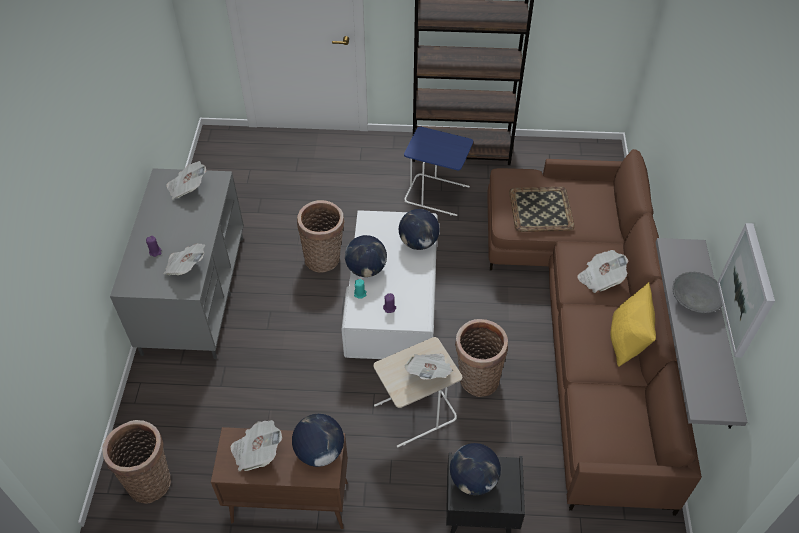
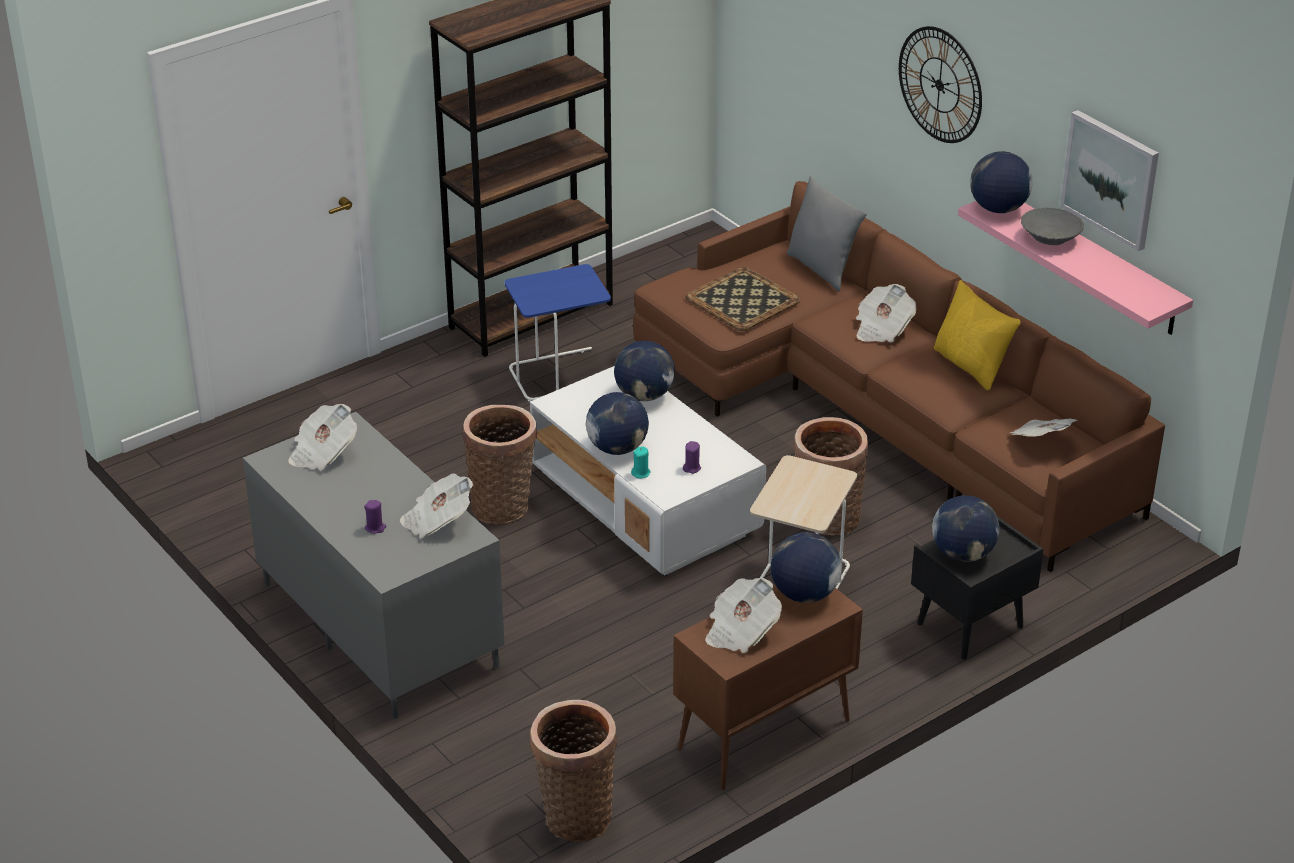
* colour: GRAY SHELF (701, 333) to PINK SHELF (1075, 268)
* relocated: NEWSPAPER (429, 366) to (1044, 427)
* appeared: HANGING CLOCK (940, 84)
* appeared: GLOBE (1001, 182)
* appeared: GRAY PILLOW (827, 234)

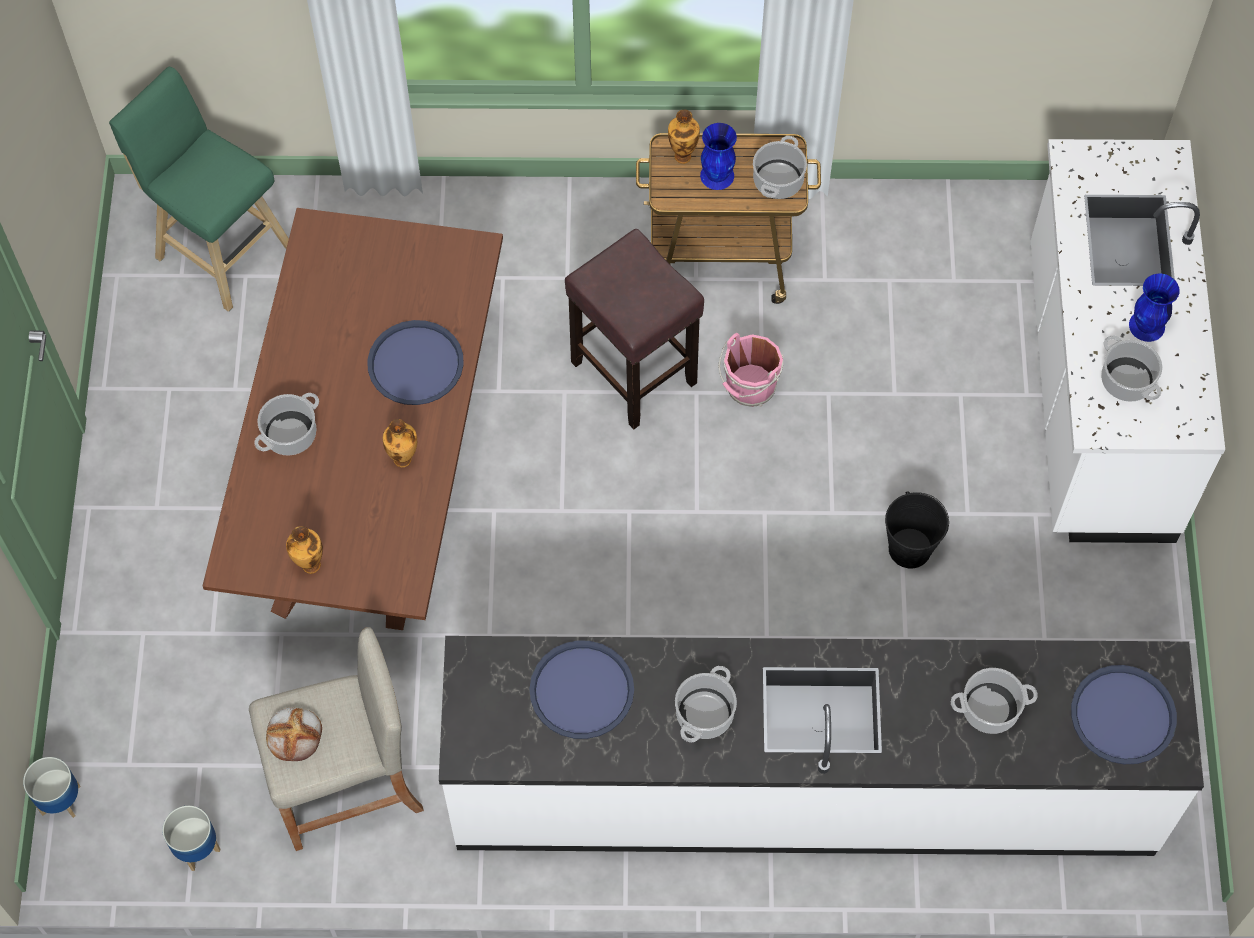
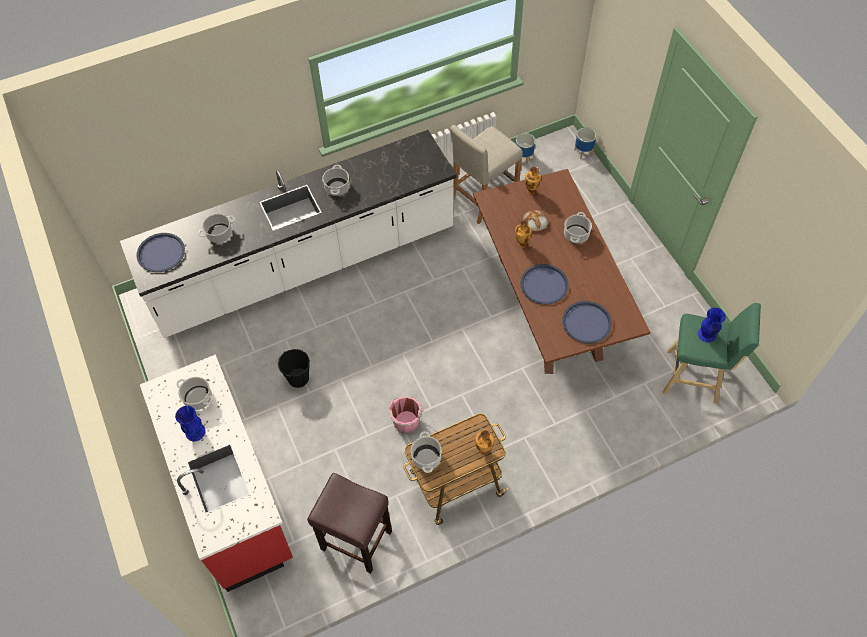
* relocated: BLUISH FLOWER VASE (718, 156) to (712, 325)
* colour: WHITISH KITCHEN BASE UNIT (1128, 341) to REDDISH KITCHEN BASE UNIT (216, 473)
* relocated: BROWN-COLOURED SITTING STOOL (634, 329) to (349, 523)
* relocated: BLUISH TRAY (581, 690) to (587, 322)
* relocated: BREAD (294, 734) to (535, 221)

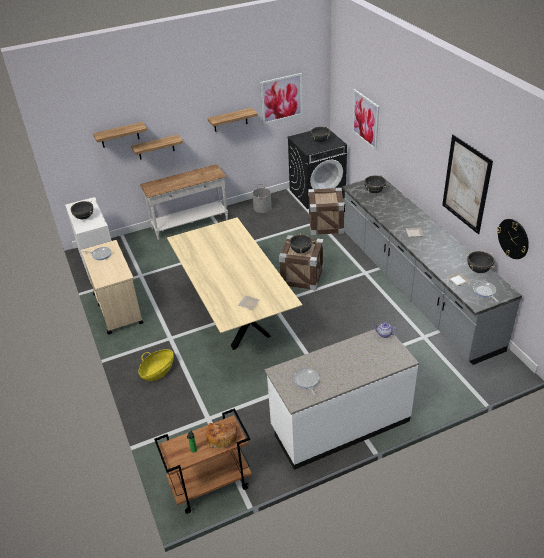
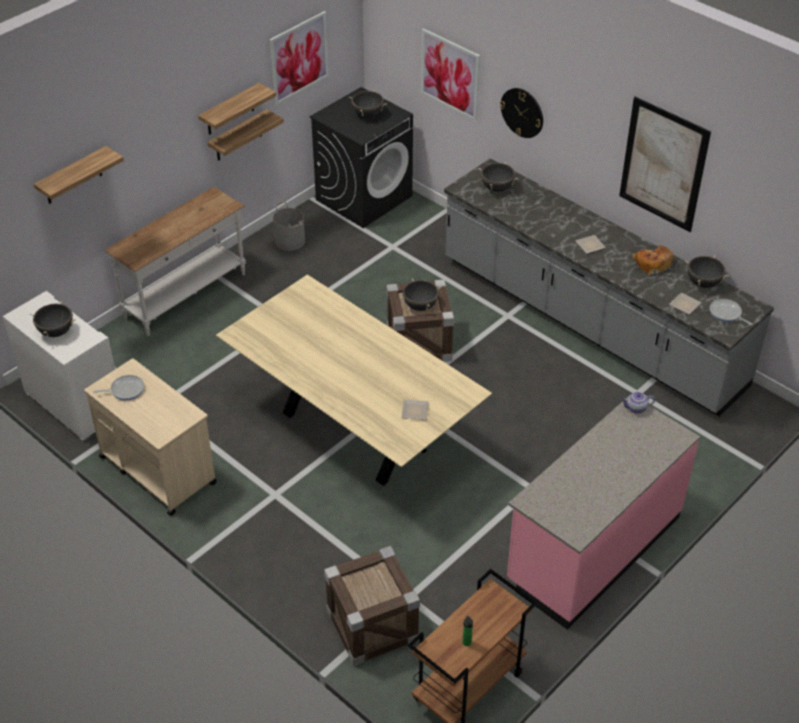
* relocated: SHELF (157, 147) to (246, 135)
* relocated: SHIPPING CRATE (326, 211) to (372, 606)
* relocated: HANGING CLOCK (513, 239) to (521, 113)
* colour: WHITISH KITCHEN BASE UNIT (342, 399) to PINK KITCHEN BASE UNIT (603, 512)
* missing: BASKET (156, 365)
* missing: SKILLET (306, 382)
* relocated: BREAD (221, 435) to (652, 260)

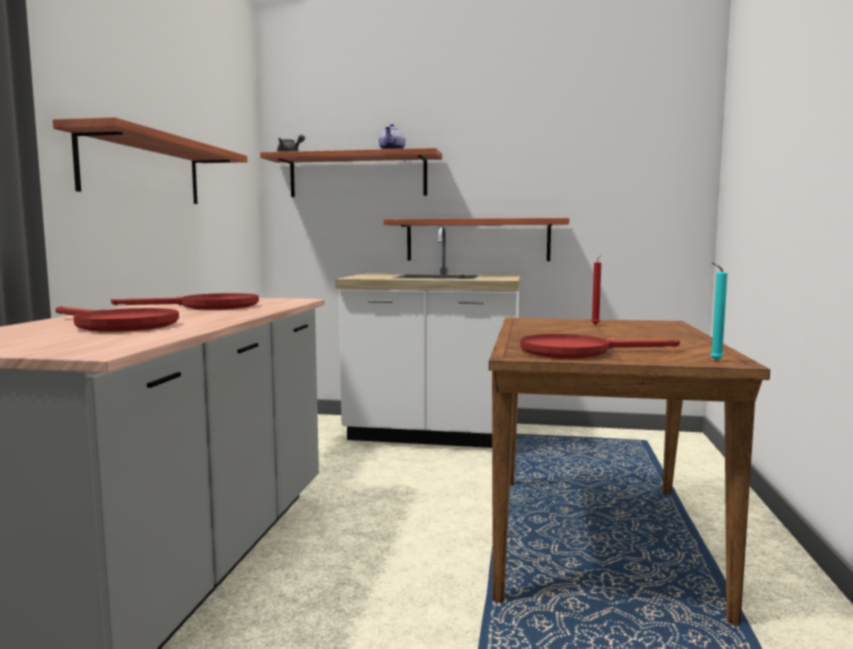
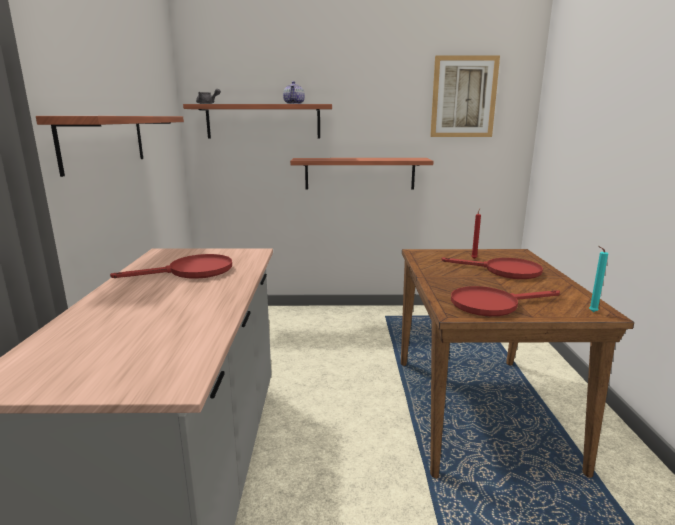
* missing: WHITISH KITCHEN BASE UNIT (428, 336)
* relocated: REDDISH SKILLET (117, 319) to (492, 268)
* appeared: PICTURE (465, 96)

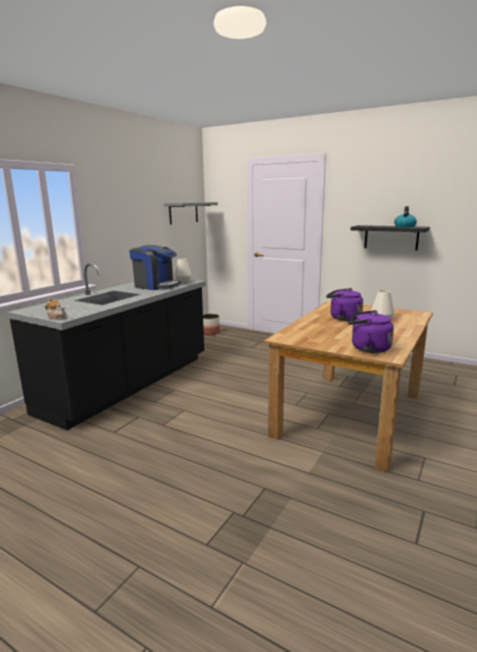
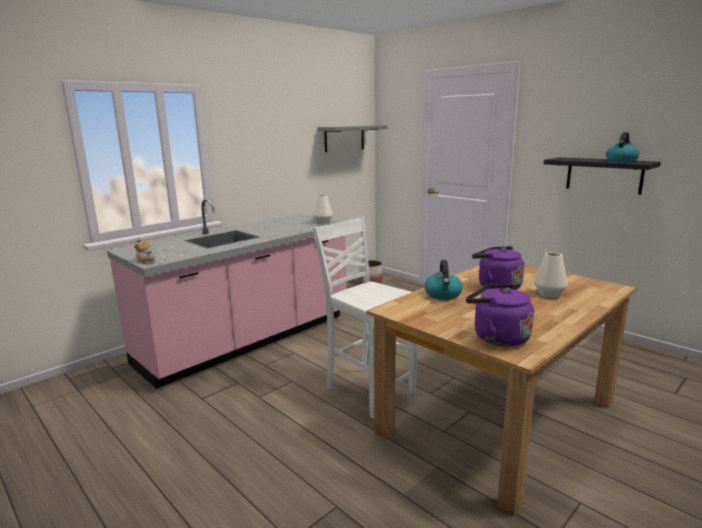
* missing: COFFEE MACHINE (155, 267)
* colour: BLACK KITCHEN BASE UNIT (106, 346) to PINK KITCHEN BASE UNIT (226, 293)
* appeared: WHITISH PLAIN CHAIR (365, 318)
* appeared: WATER KETTLE (444, 280)

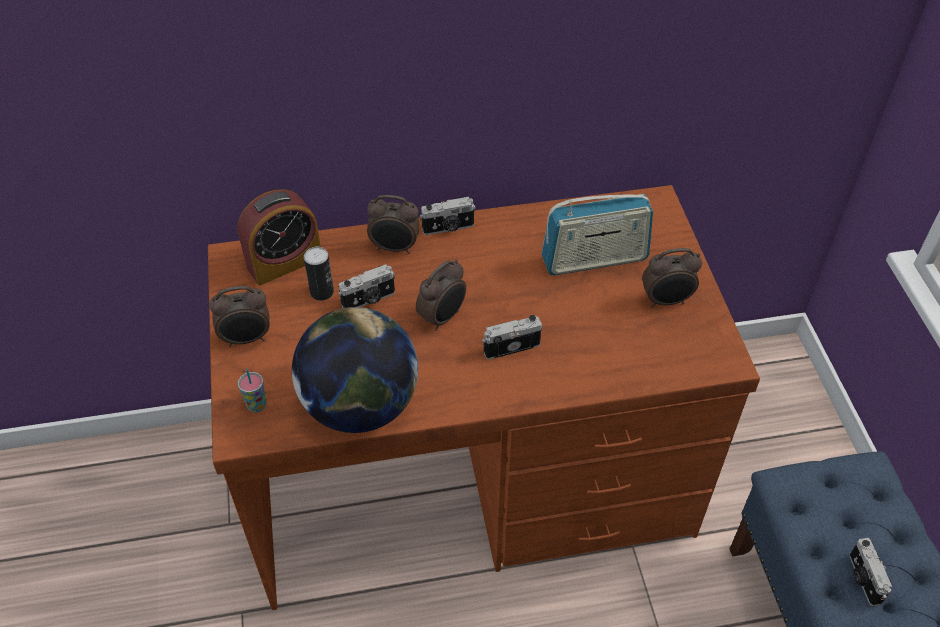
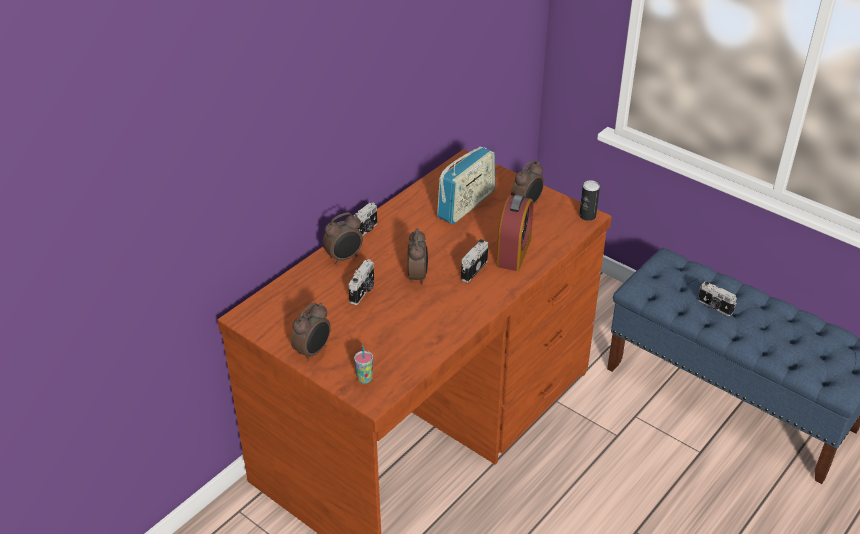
* relocated: ALARM CLOCK (279, 237) to (515, 232)
* relocated: METAL CAN (319, 274) to (589, 200)
* missing: GLOBE (355, 370)

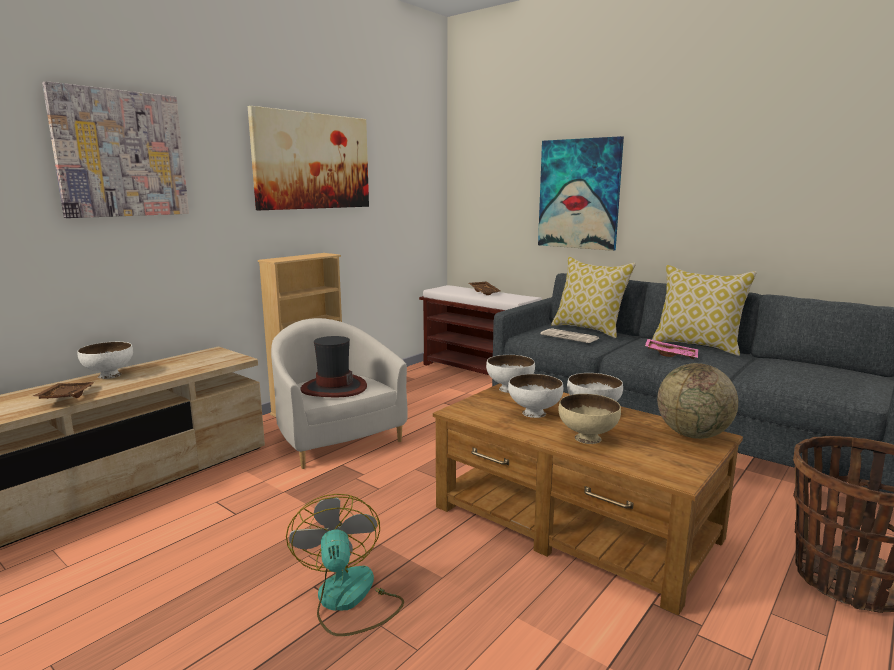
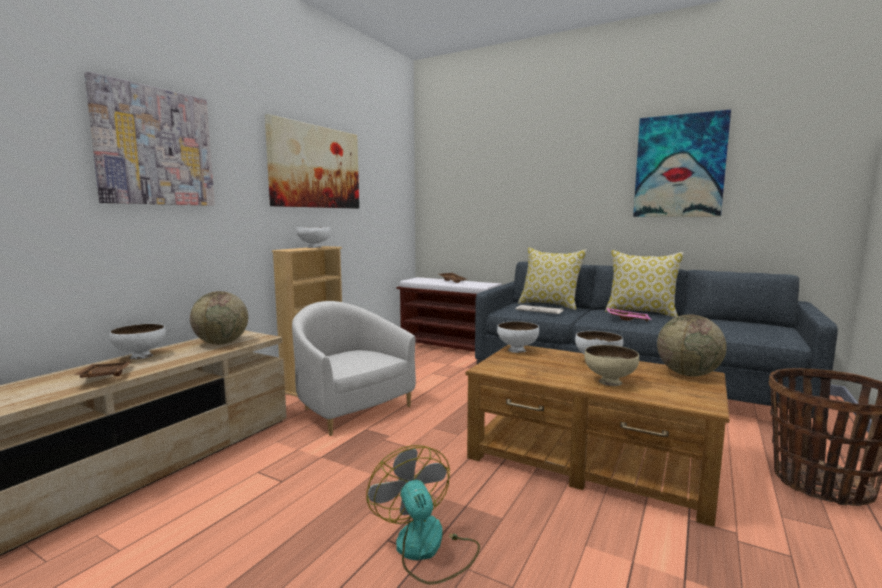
* relocated: PICTURE (581, 193) to (682, 163)
* missing: CLOTHING HAT (333, 366)
* relocated: WHITISH BOWL (535, 396) to (314, 237)
* appeared: GLOBE (219, 317)

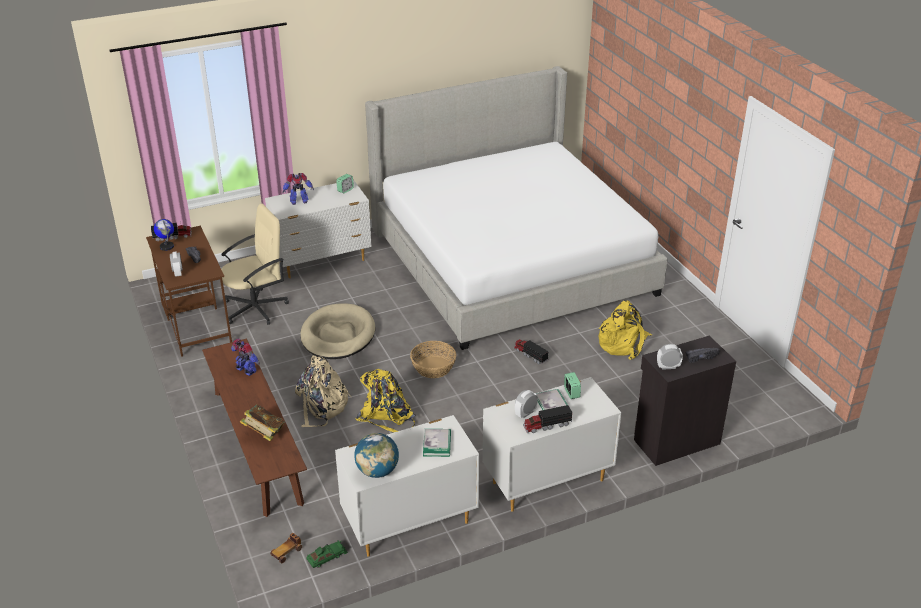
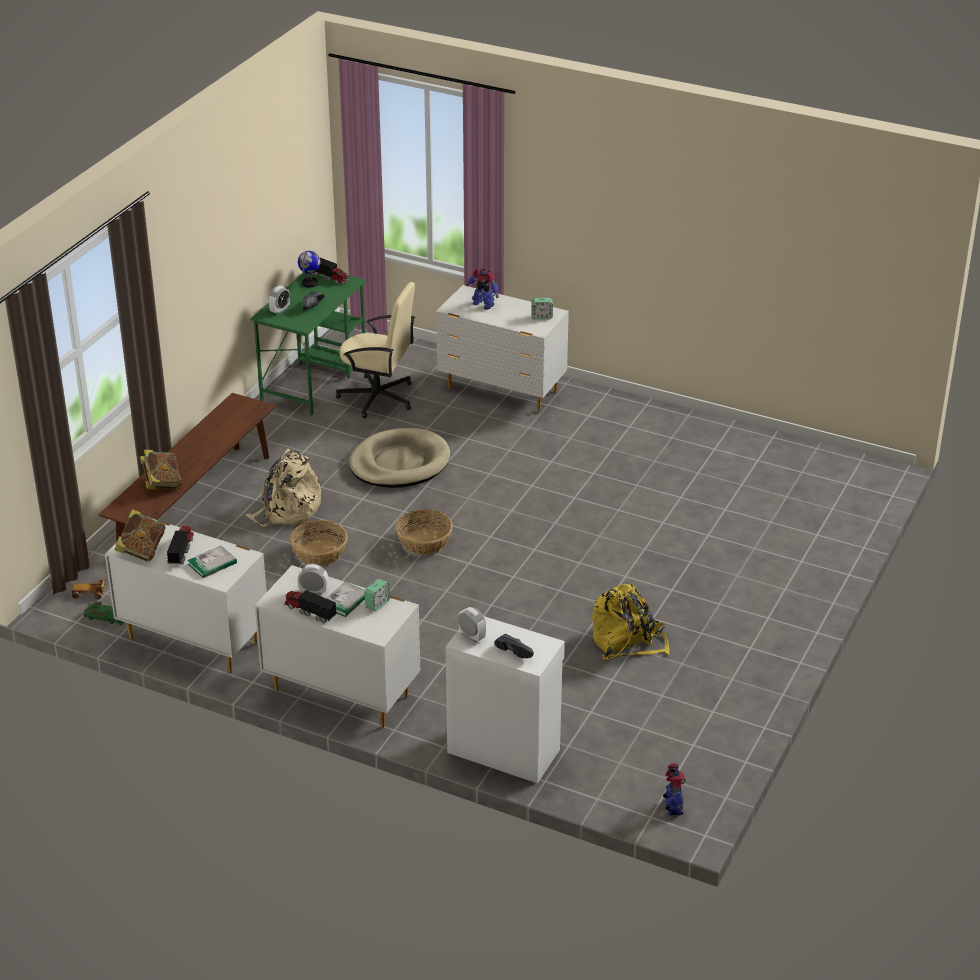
* missing: BEDROOM BED (516, 208)
* colour: BROWN-COLOURED DESK (189, 291) to GREEN DESK (308, 344)
* colour: BLACK CABINET (685, 401) to WHITISH CABINET (505, 699)
* relocated: ROBOT FIGURE (245, 357) to (674, 789)
* relocated: TOY LORRY (531, 352) to (180, 545)
* exchanged: YELLOW-COLOURED KNAPSACK (385, 400) to BASKET (319, 543)
* exchanged: GLOBE (376, 455) to VOLUME (140, 535)

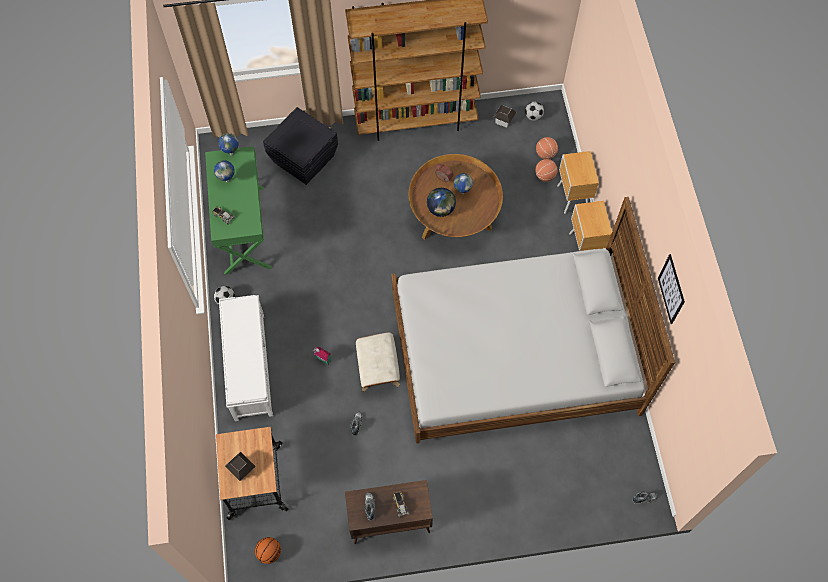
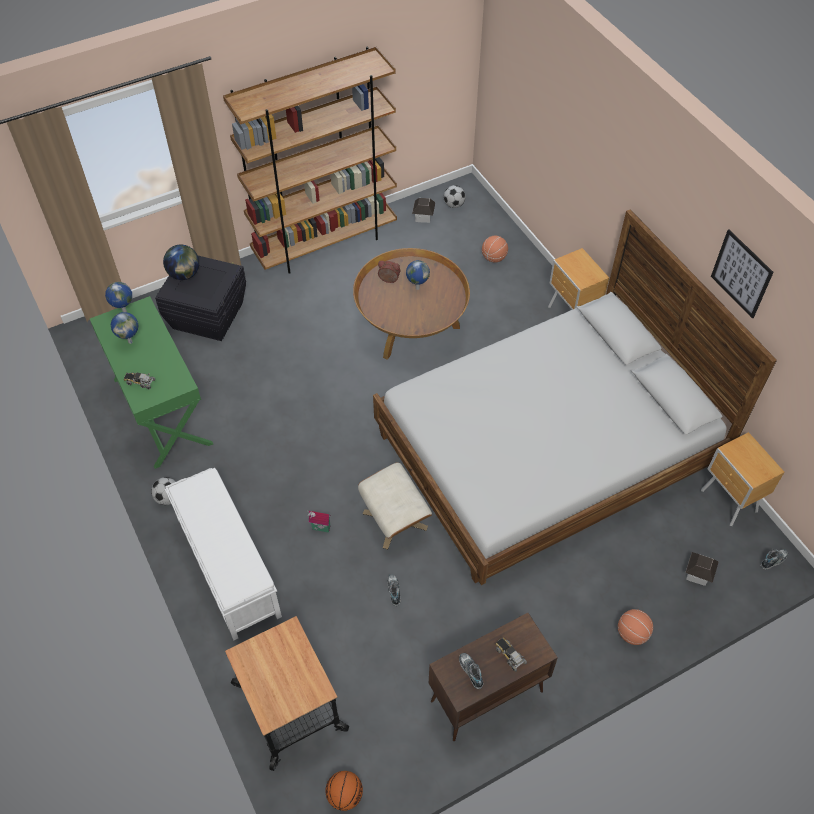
* relocated: BASKETBALL (547, 148) to (635, 627)
* relocated: BROWN-COLOURED NIGHTSTAND (578, 182) to (742, 479)
* relocated: GLOBE (441, 202) to (181, 262)
* relocated: MINIATURE HOUSE (240, 466) to (702, 569)

